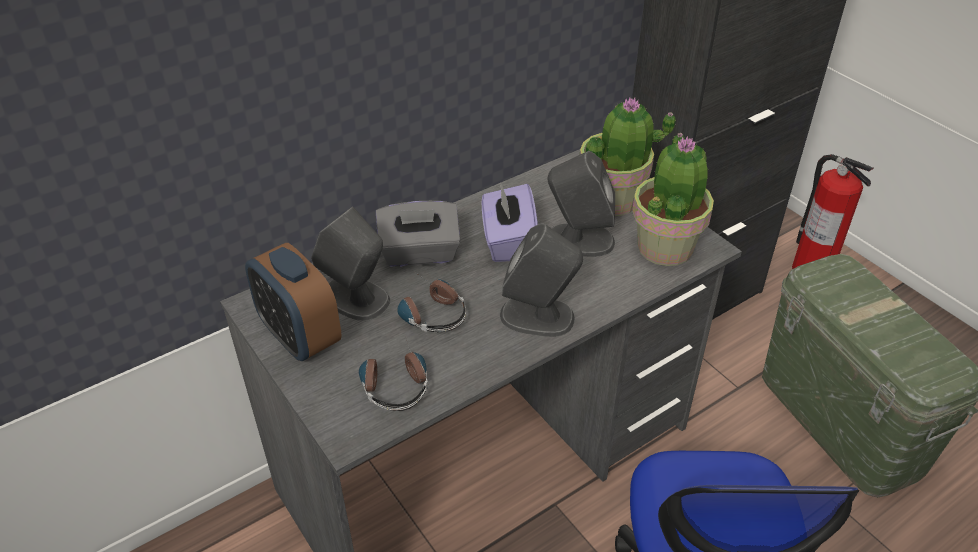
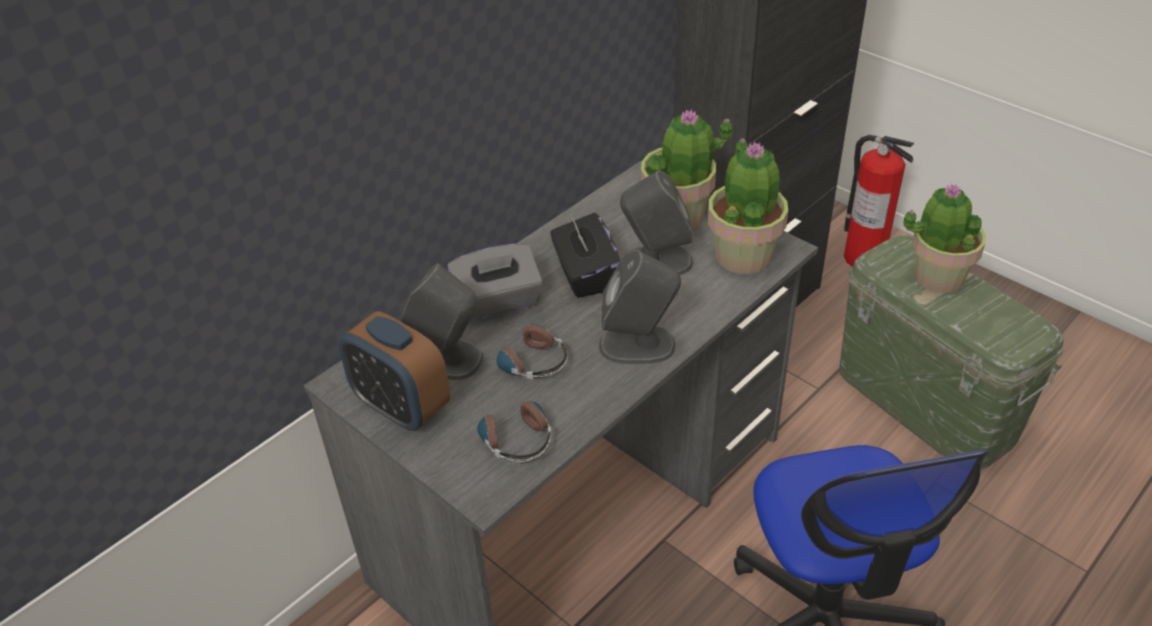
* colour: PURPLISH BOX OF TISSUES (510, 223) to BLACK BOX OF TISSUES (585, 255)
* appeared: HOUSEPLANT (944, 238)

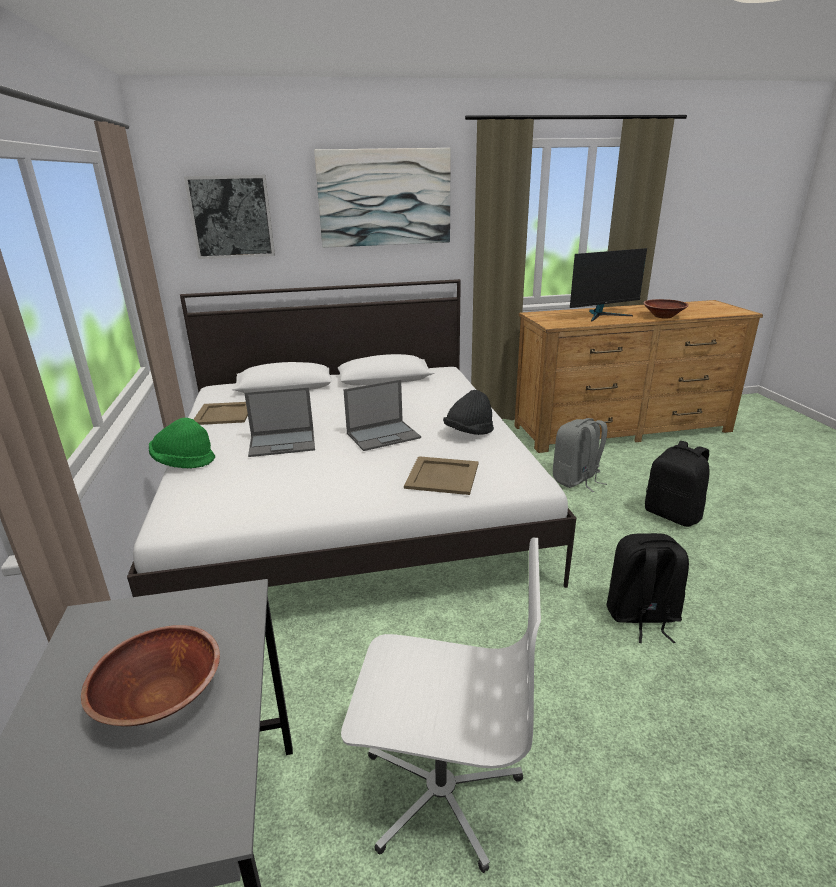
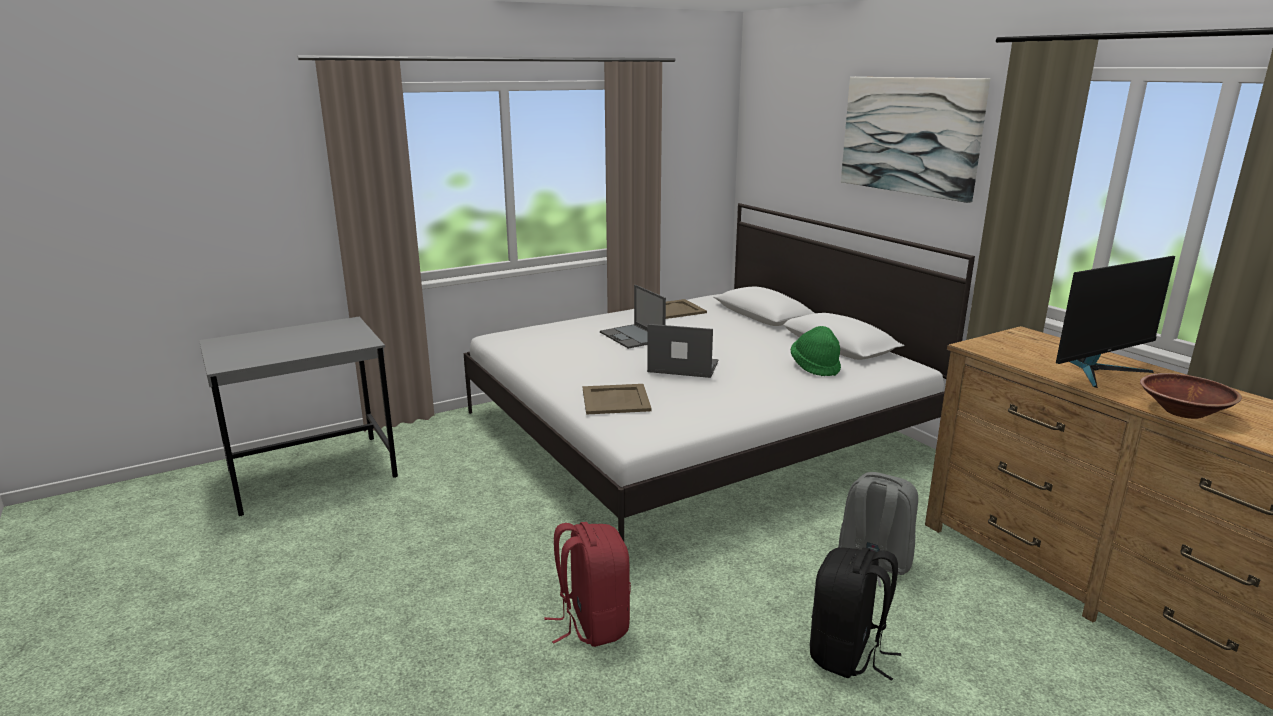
* missing: PICTURE (229, 217)
* spun: COMPUTER SCREEN (608, 285) = (1115, 322) 75 degrees counterclockwise
* spun: LAPTOP (382, 415) = (682, 351) 150 degrees clockwise
* missing: BLACK CLOTHING HAT (468, 412)
* relocated: GREEN CLOTHING HAT (182, 443) to (816, 351)
* colour: BLACK KNAPSACK (647, 588) to REDDISH KNAPSACK (587, 584)
* missing: WHITISH DESK CHAIR (441, 705)
* missing: BROWN-COLOURED BOWL (150, 675)

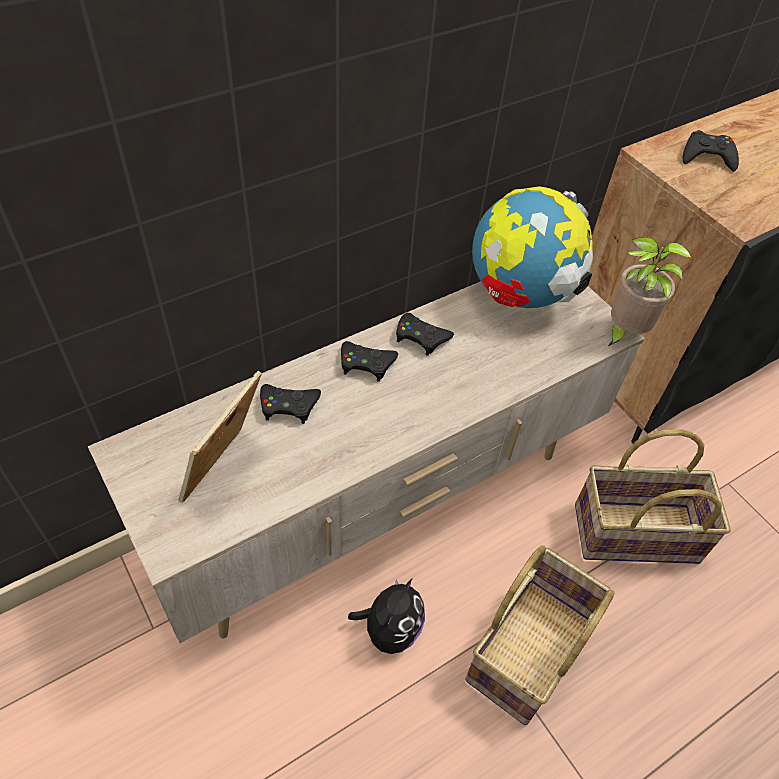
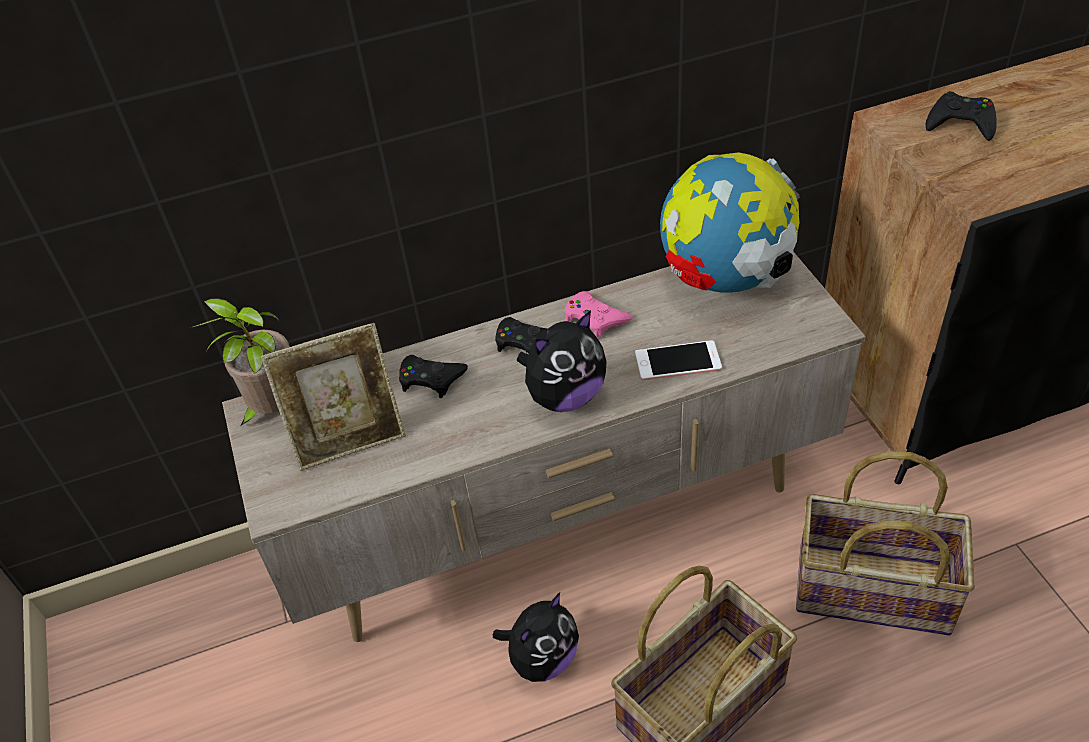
* relocated: HOUSEPLANT (649, 292) to (240, 362)
* colour: BLACK GAME CONTROLLER (425, 334) to PINK GAME CONTROLLER (599, 314)
* spun: STANDING FRAME (220, 437) = (333, 397) 150 degrees counterclockwise
* appeared: PLUSH TOY (562, 361)
* appeared: PHONE (678, 360)

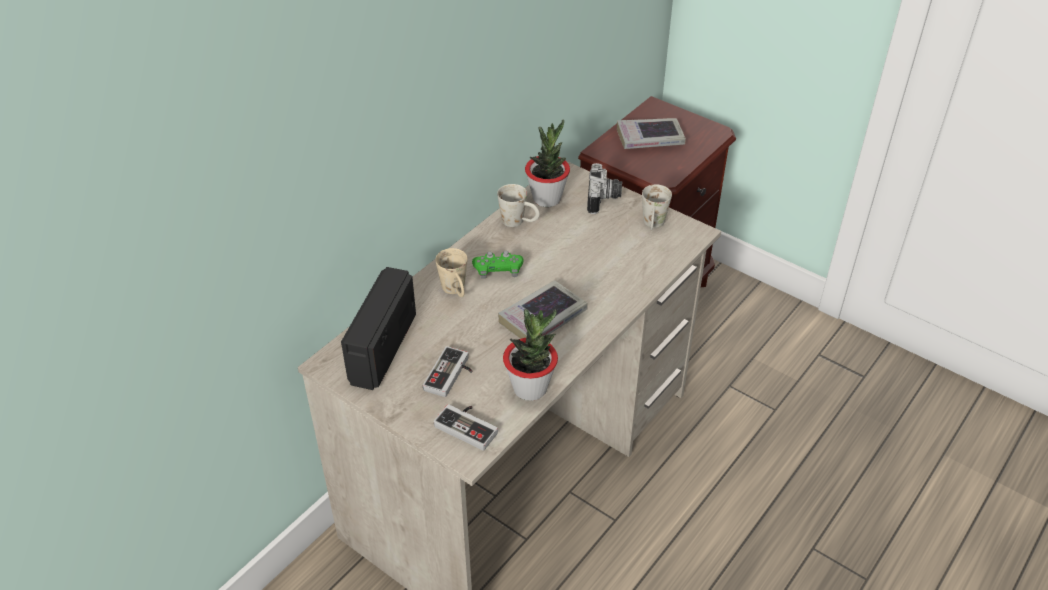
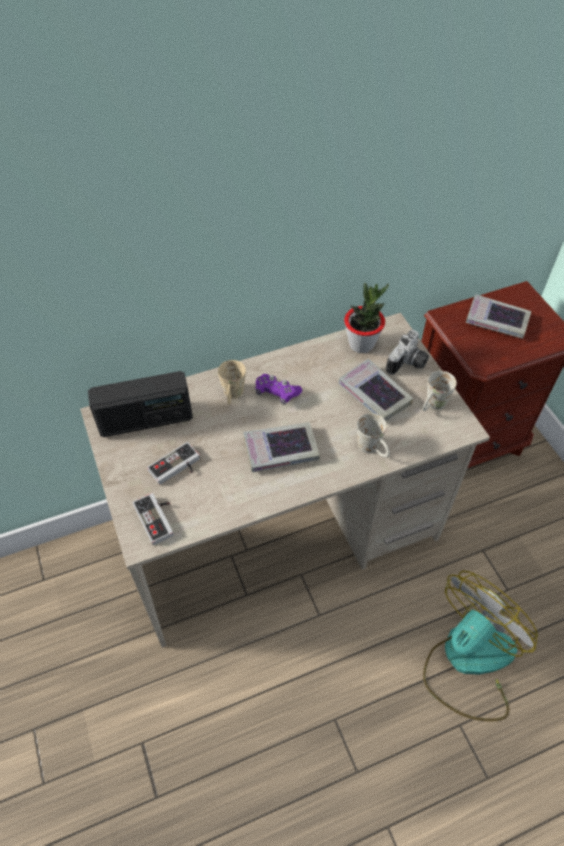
* relocated: WHITISH TEA MUG (518, 205) to (373, 435)
* colour: GREEN GAME CONTROLLER (498, 265) to PURPLISH GAME CONTROLLER (278, 389)
* spun: RADIO SET (378, 328) = (140, 404) 150 degrees counterclockwise
* missing: HOUSEPLANT (530, 355)
* appeared: VOLUME (375, 390)
* appeared: FAN (480, 646)

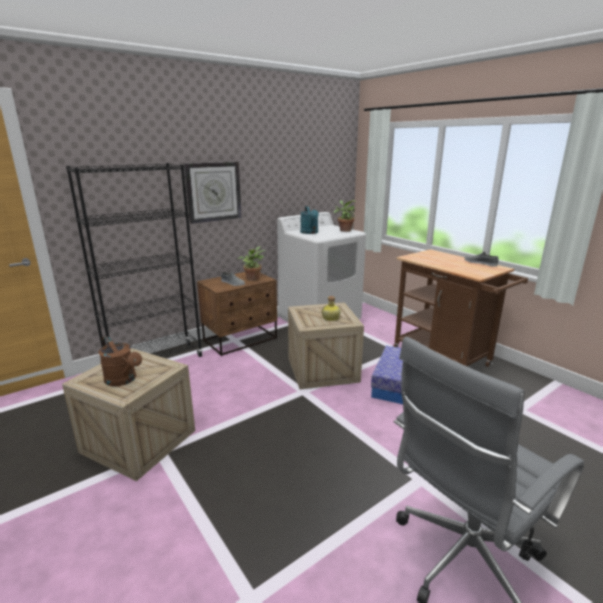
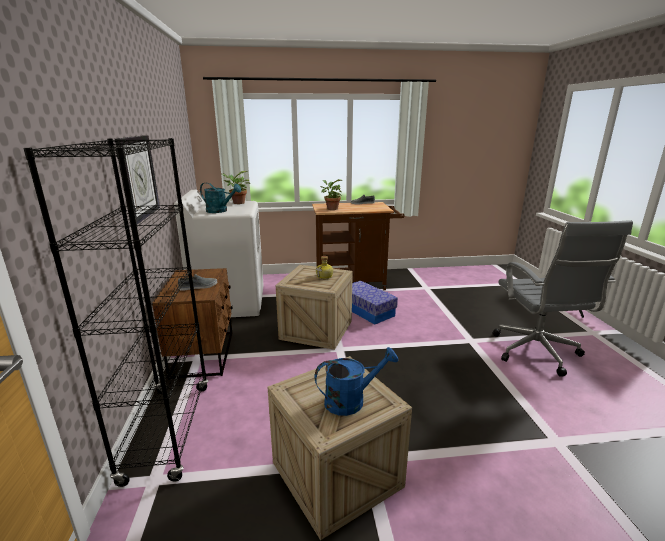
* relocated: HOUSEPLANT (251, 263) to (331, 194)
* colour: BROWN-COLOURED WATERING POT (120, 361) to BLUISH WATERING POT (356, 382)

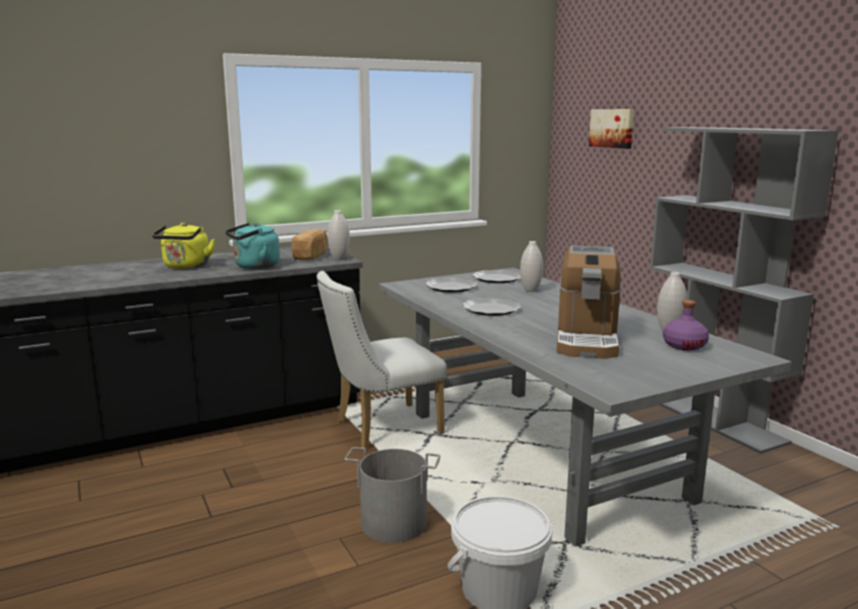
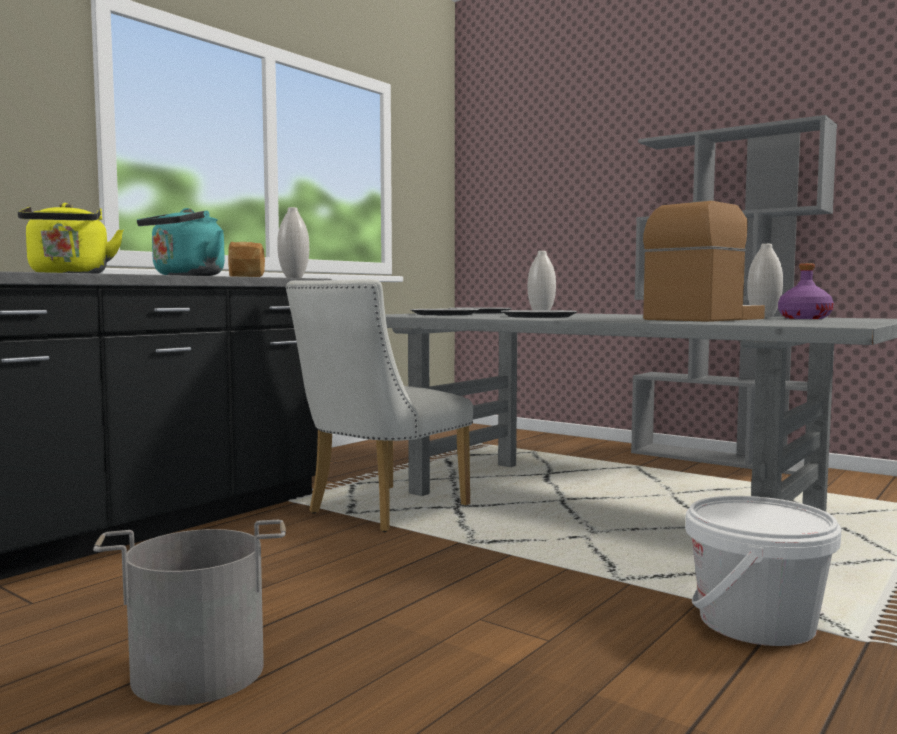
* missing: PICTURE (611, 129)
* spun: COFFEE MACHINE (589, 302) = (704, 261) 120 degrees counterclockwise
* relocated: GRAY PAIL (392, 495) to (189, 612)

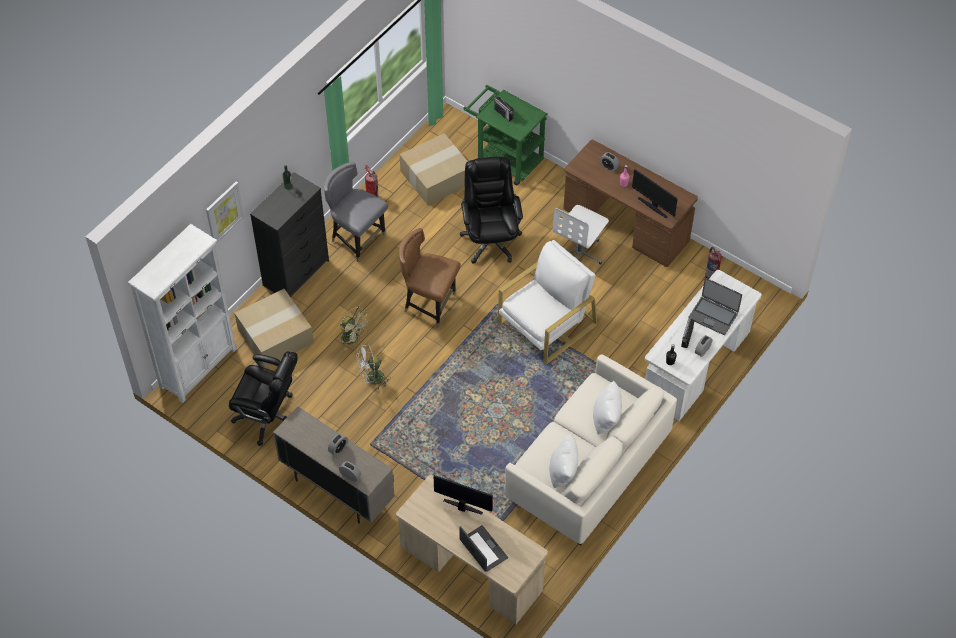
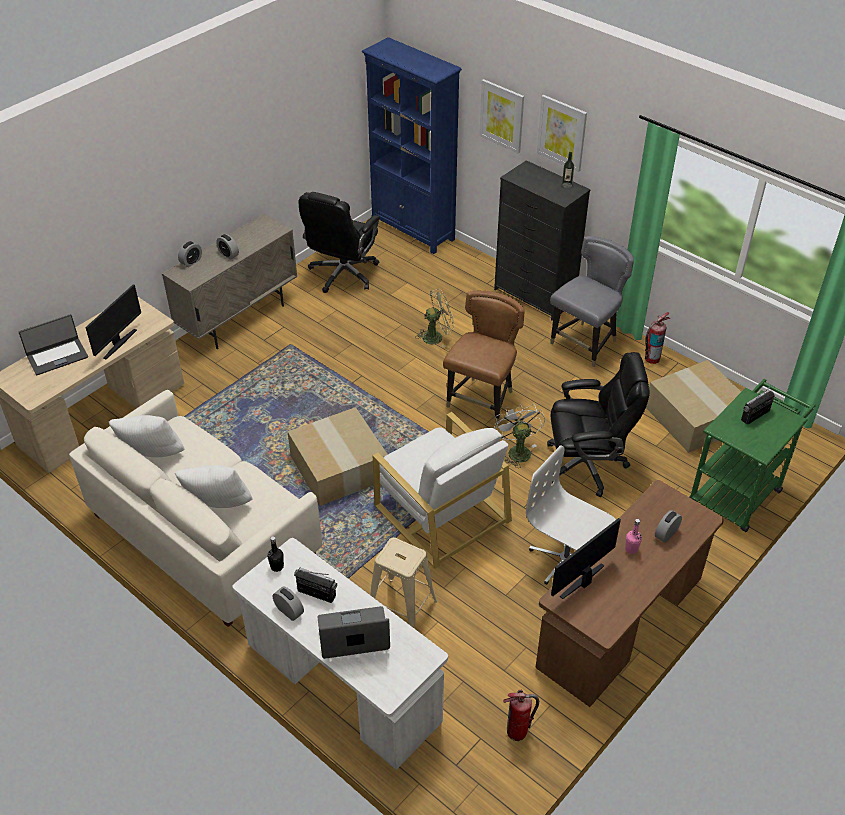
* colour: WHITISH BOOKCASE (182, 313) to BLUISH BOOKCASE (412, 145)
* spun: LAPTOP (715, 306) = (353, 632) 45 degrees clockwise
* relocated: CARDBOARD BOX (274, 328) to (337, 456)
* spun: GREEN FAN (354, 329) = (435, 318) 150 degrees counterclockwise
* relocated: WHITISH FAN (374, 366) to (519, 436)
* appeared: PICTURE (562, 133)
* appeared: BEIGE-COLOURED SITTING STOOL (403, 583)

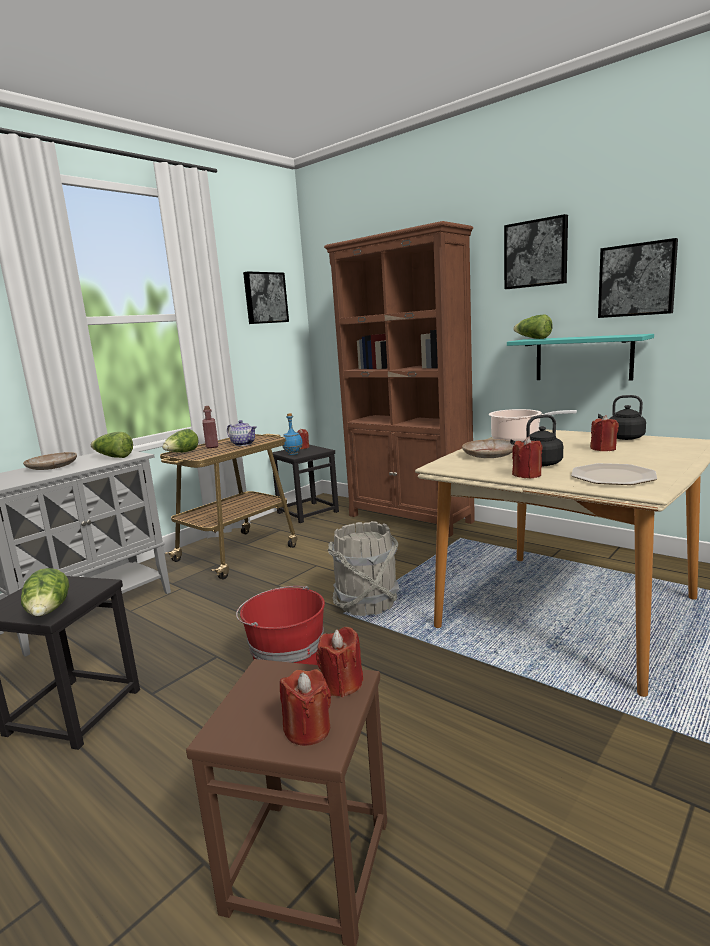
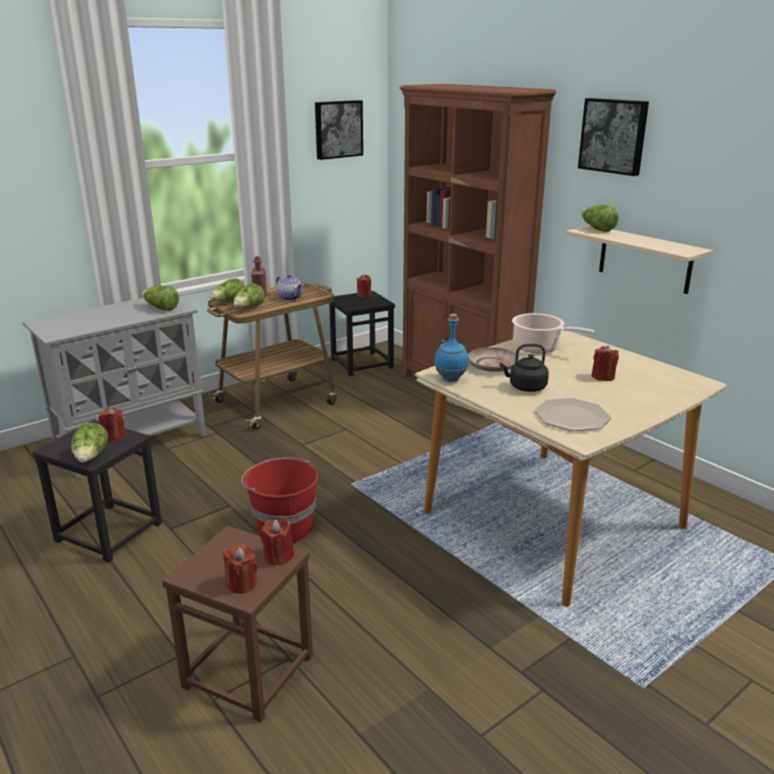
* missing: PICTURE (638, 278)
* colour: TURQUOISE SHELF (580, 357) to BEIGE-COLOURED SHELF (639, 259)
* missing: BLACK WATER KETTLE (622, 417)
* relocated: BLUISH DRINK BOTTLE (292, 434) to (451, 348)
* relocated: REDDISH WAX LIGHT (527, 457) to (112, 424)
* missing: BEIGE-COLOURED FLAT DISH (50, 461)
* missing: GRAY PAIL (364, 568)
* appeared: LETTUCE HEAD (249, 295)

